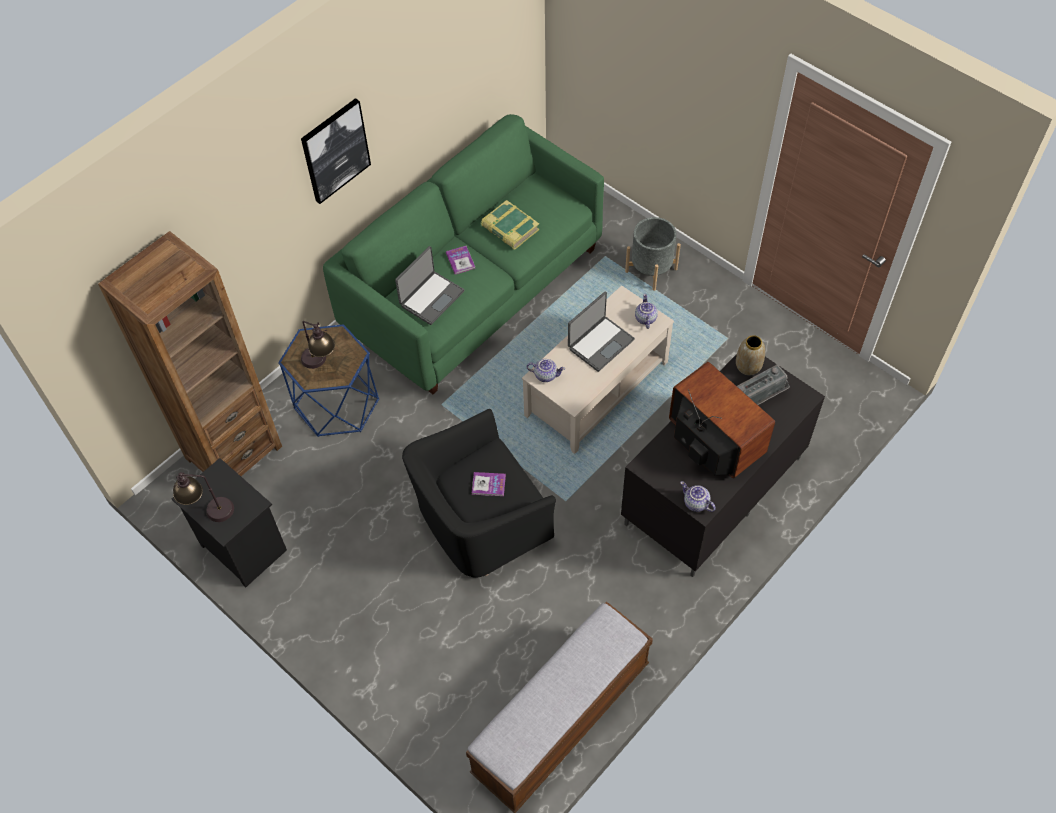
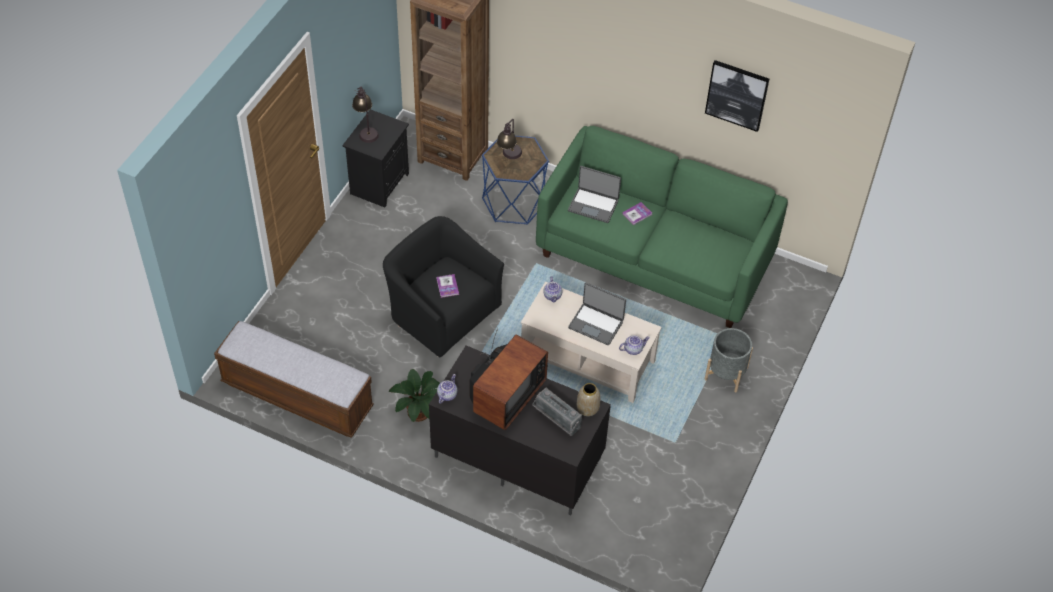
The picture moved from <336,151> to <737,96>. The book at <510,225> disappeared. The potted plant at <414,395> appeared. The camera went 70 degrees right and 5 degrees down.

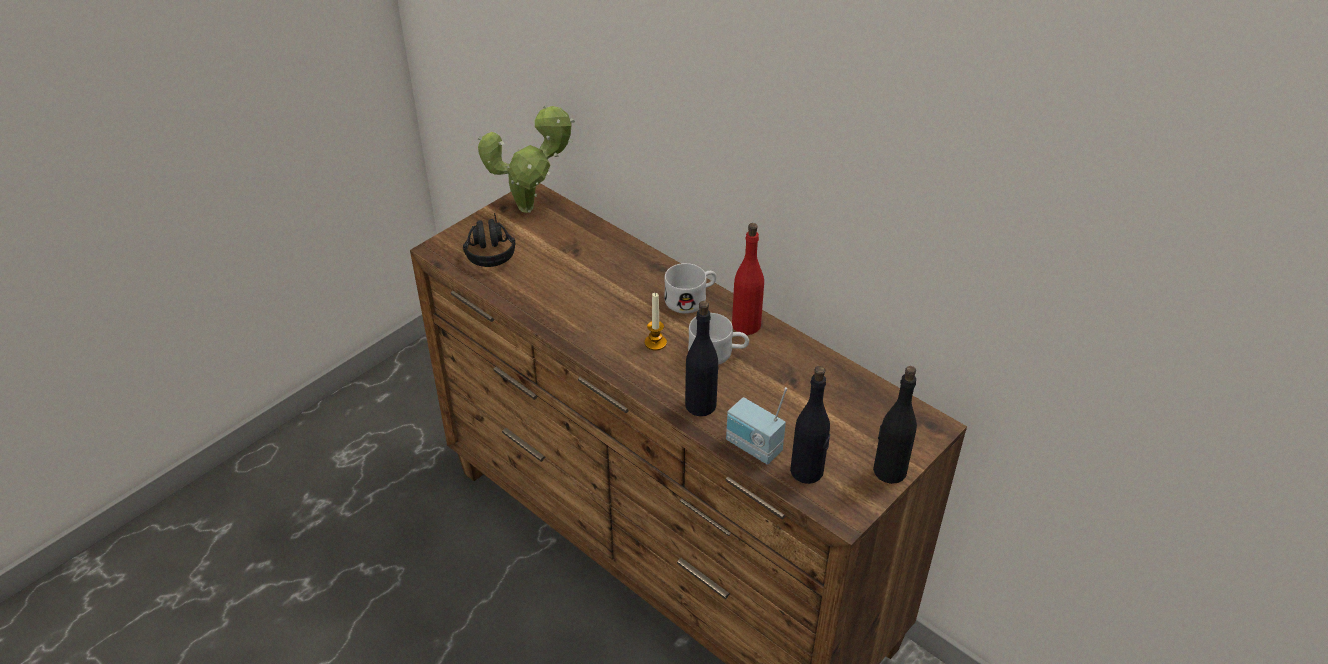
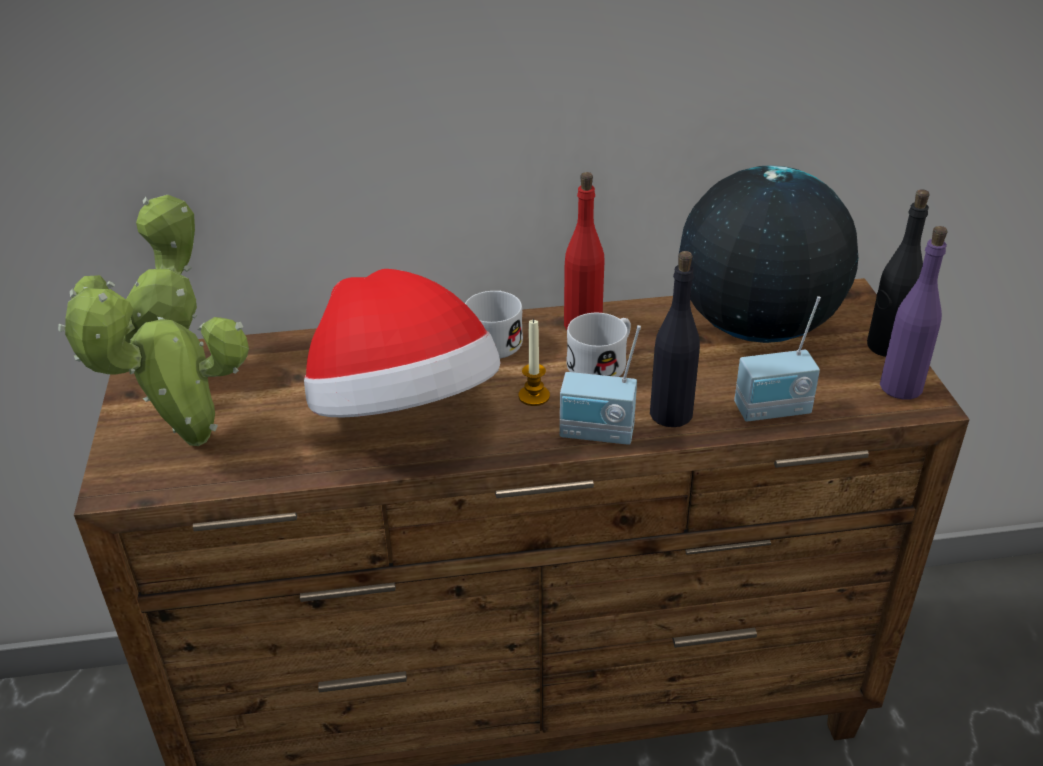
The black headphones at <489,240> was replaced by the potted plant at <153,366>. The black bottle at <810,425> disappeared. The globe at <768,254> appeared. The purple bottle at <914,313> appeared. The hat at <402,343> appeared. The radio at <600,385> appeared. The camera went 50 degrees left and 5 degrees down.

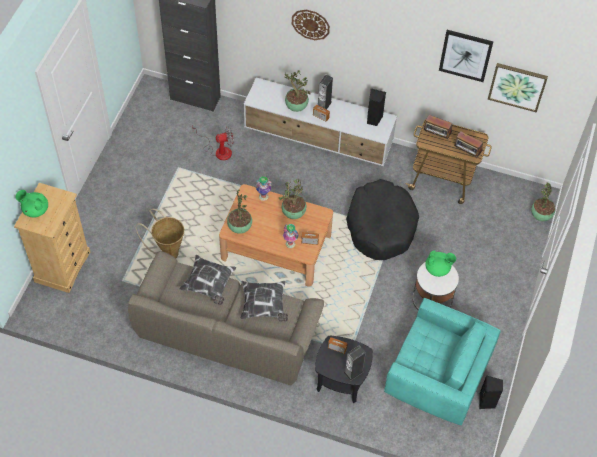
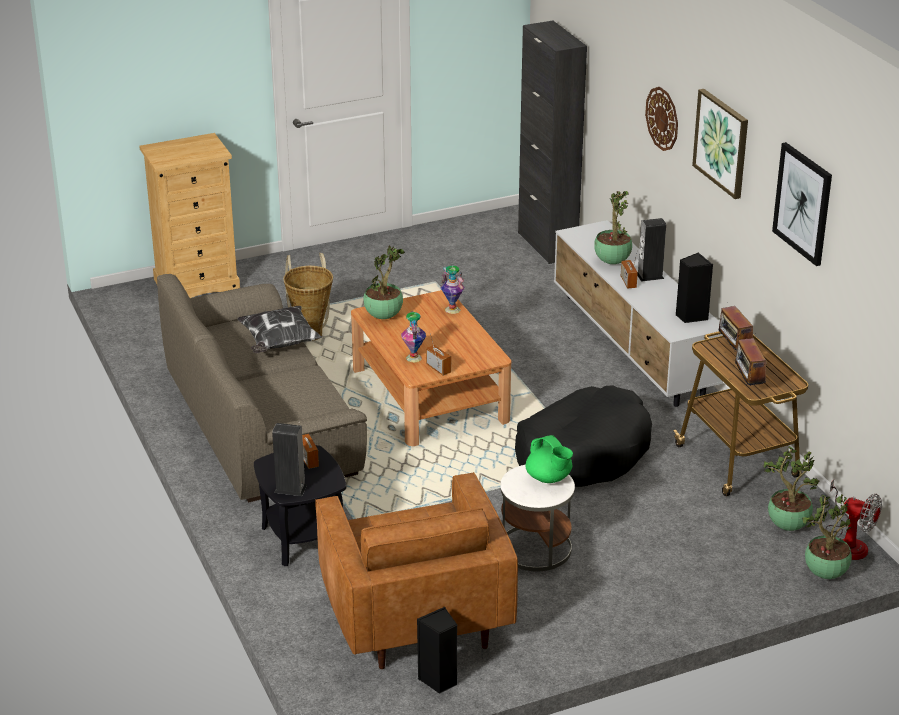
The picture moved from <518,87> to <720,144>. The fan moved from <213,142> to <854,519>. The potted plant moved from <292,199> to <792,488>. The green teapot at <32,204> disappeared. The pillow at <264,301> disappeared. The turquoise armchair at <442,361> became the brown armchair at <416,570>. The camera went 50 degrees right and 25 degrees down.

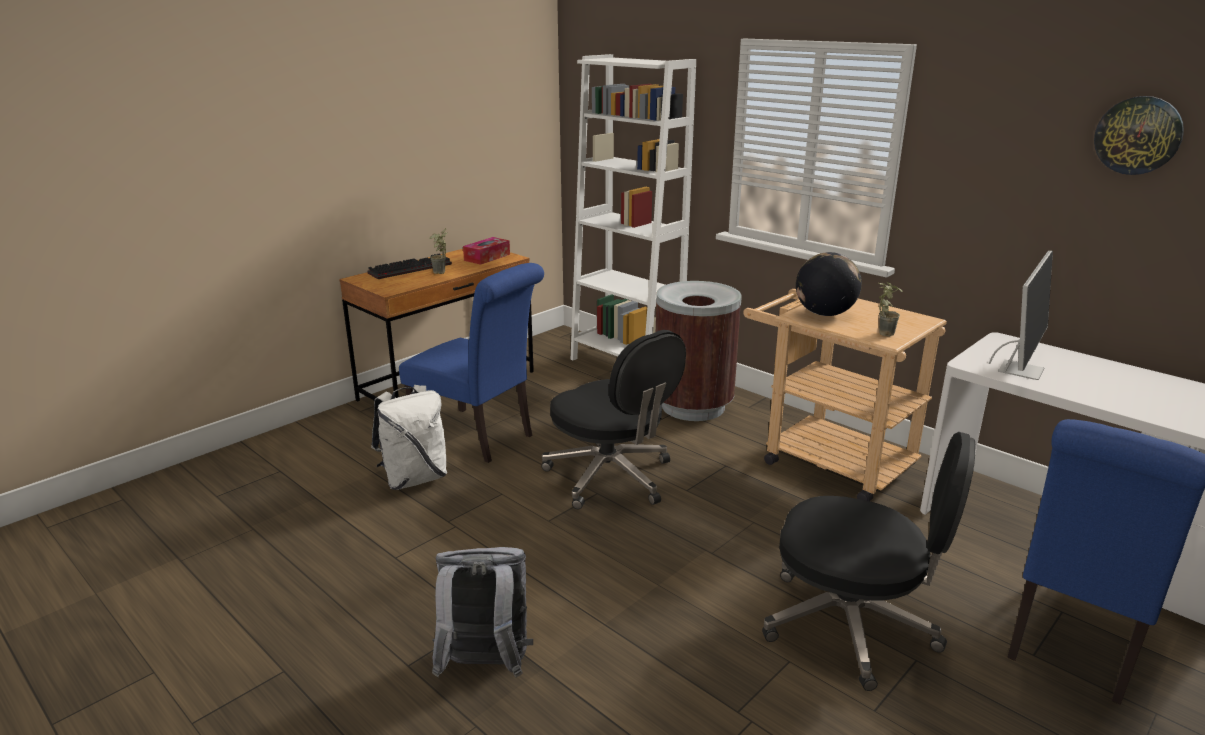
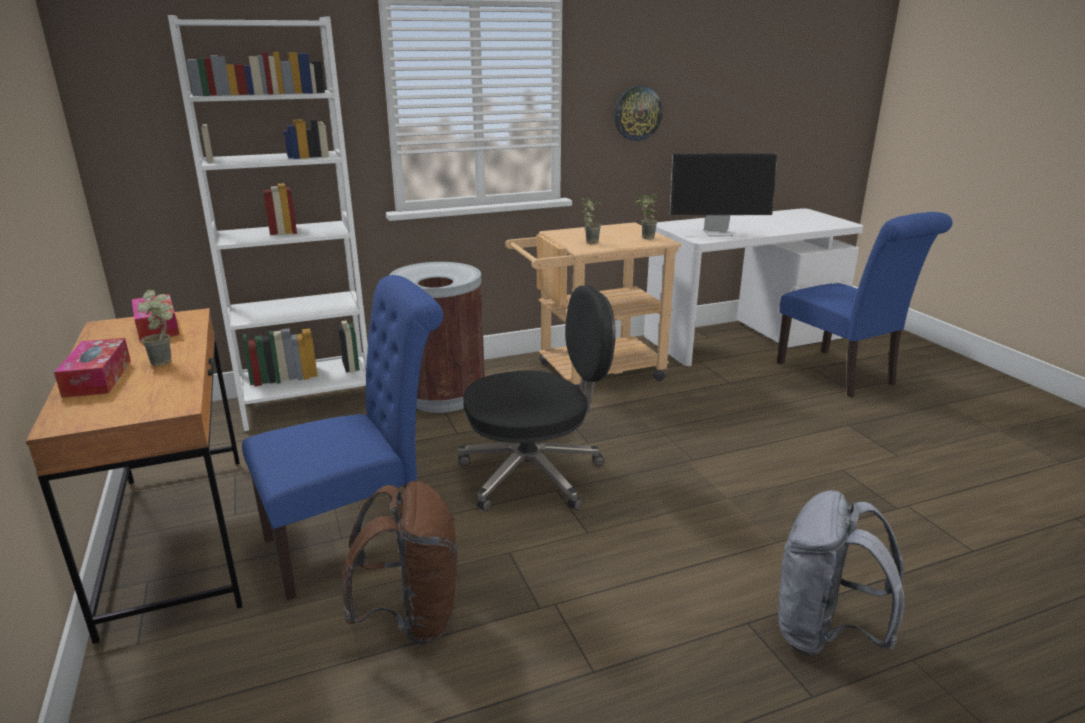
The wall clock moved from <1139,135> to <638,113>. The monitor at <1021,315> turned 120 degrees clockwise. The globe at <829,284> was replaced by the potted plant at <591,220>. The keyboard at <409,266> was replaced by the tissue box at <92,368>. The white backpack at <409,437> became the brown backpack at <399,563>. The black office chair at <868,561> disappeared. The camera went 65 degrees left and 0 degrees up.

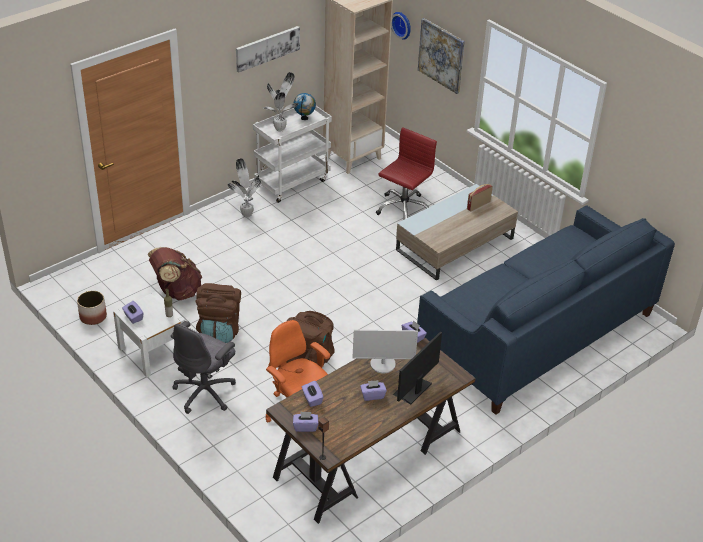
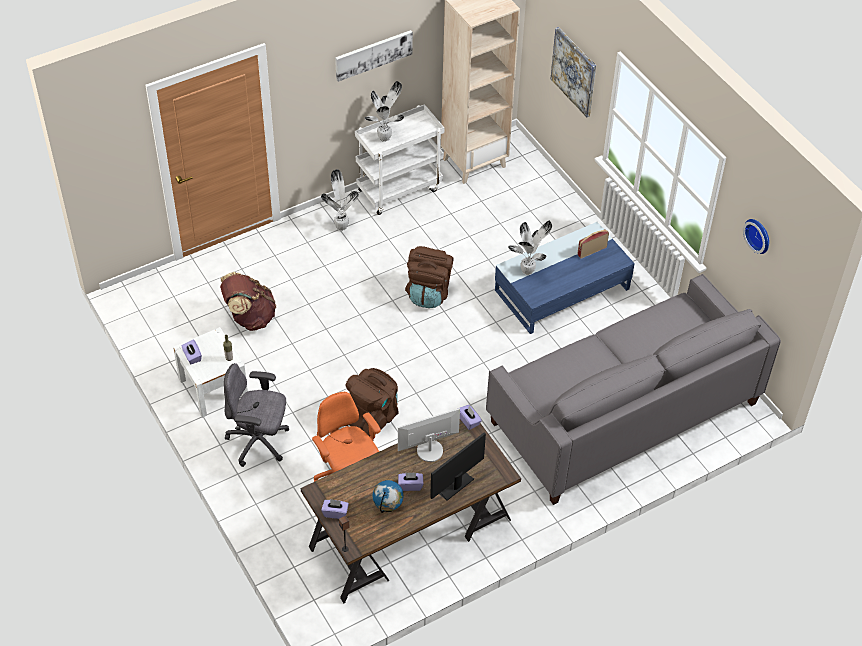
The wall clock moved from <401,26> to <756,236>. The globe moved from <305,106> to <388,496>. The red office chair at <406,173> disappeared. The beige coffee table at <457,232> became the blue coffee table at <565,278>. The blue sofa at <546,310> became the grey sofa at <633,389>. The brown backpack moved from <218,313> to <429,277>. The planter at <92,308> disappeared. The grey office chair at <203,367> turned 60 degrees clockwise. The monitor at <385,351> turned 150 degrees clockwise. The purple tissue box at <313,394> disappeared. The potted plant at <530,248> appeared. The camera went 10 degrees right and 10 degrees up.

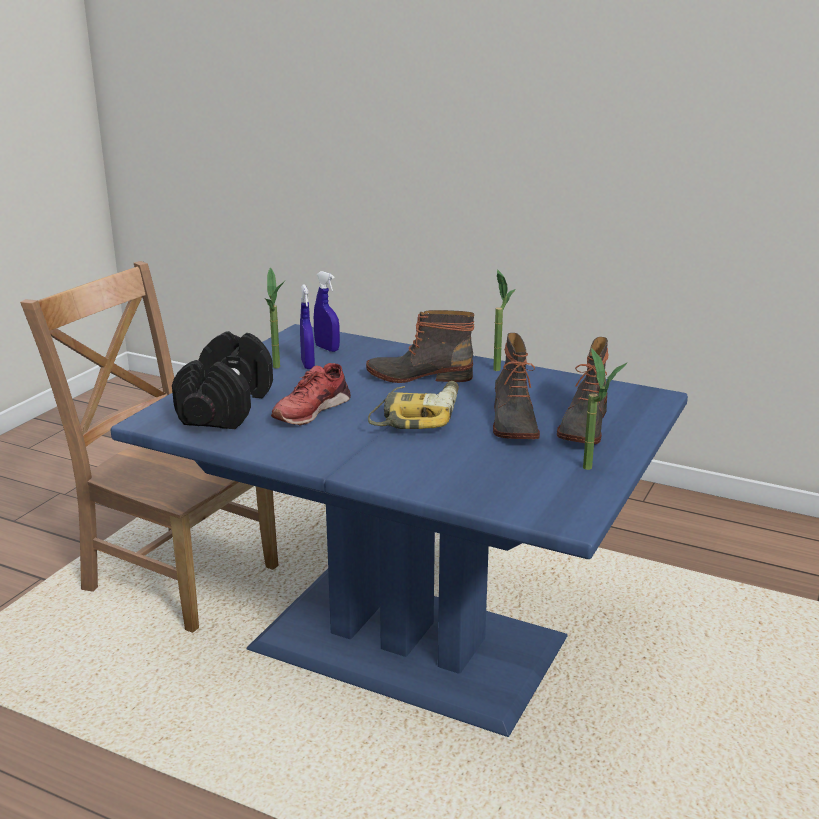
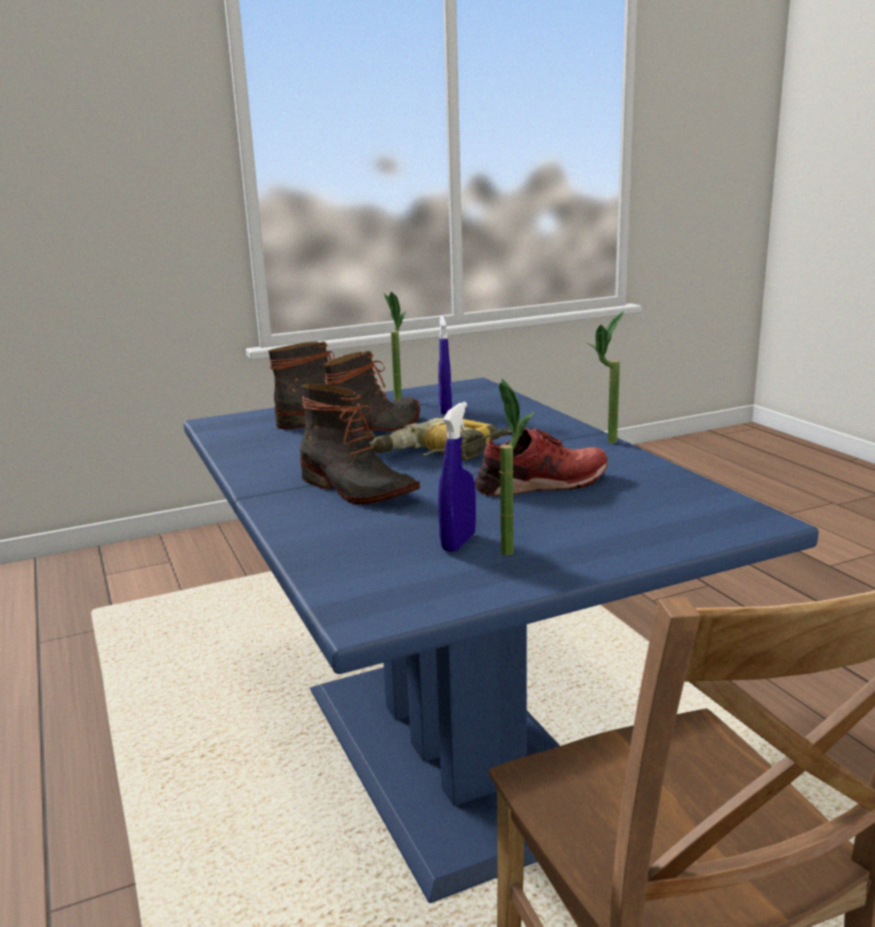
The potted plant moved from <504,320> to <605,377>. The blue spray bottle moved from <327,311> to <445,365>. The black dumbbell at <222,380> disappeared. The camera went 140 degrees left and 5 degrees down.

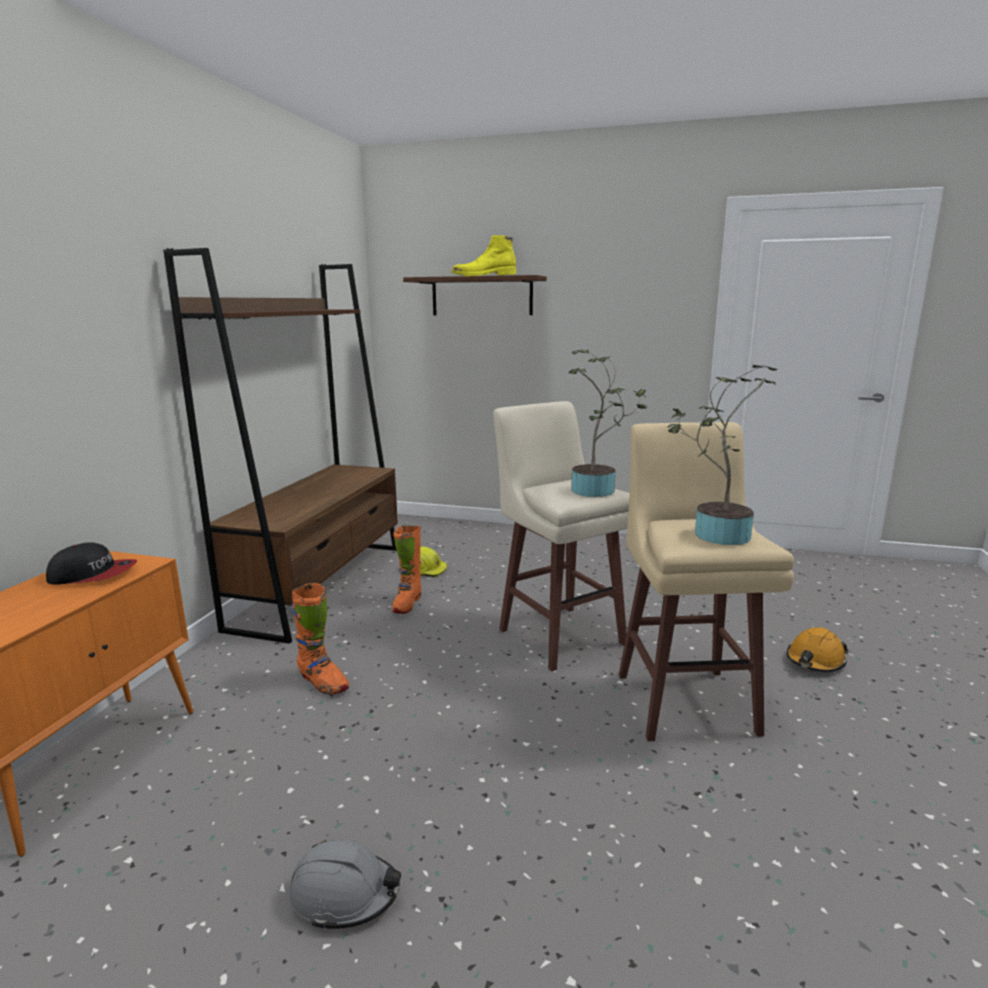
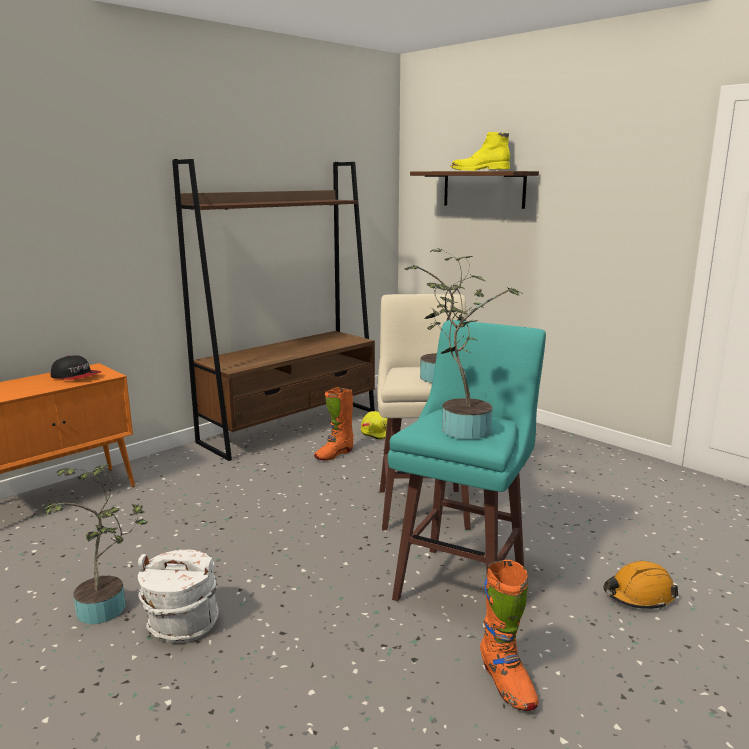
The beige stool at <706,581> became the turquoise stool at <467,460>. The orange boot moved from <320,638> to <509,635>. The grey hard hat at <345,885> was replaced by the potted plant at <95,544>. The white bucket at <178,596> appeared. The camera went 30 degrees right and 0 degrees up.

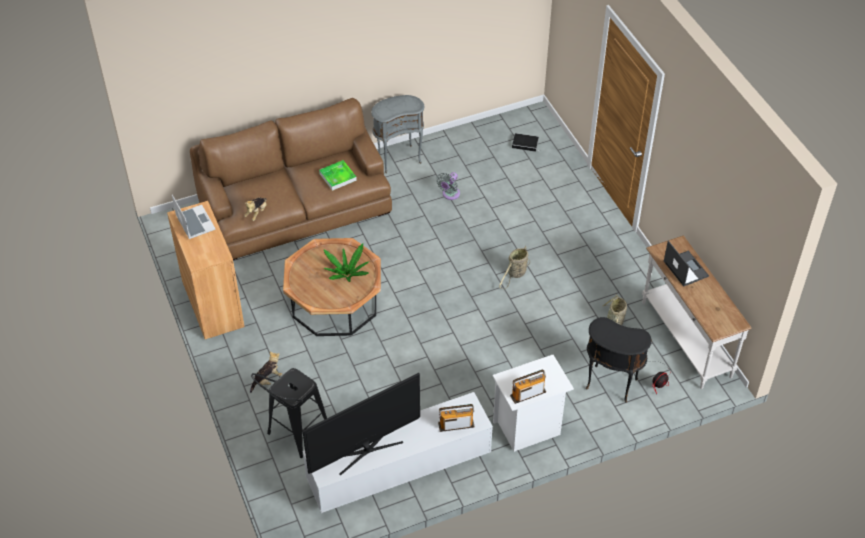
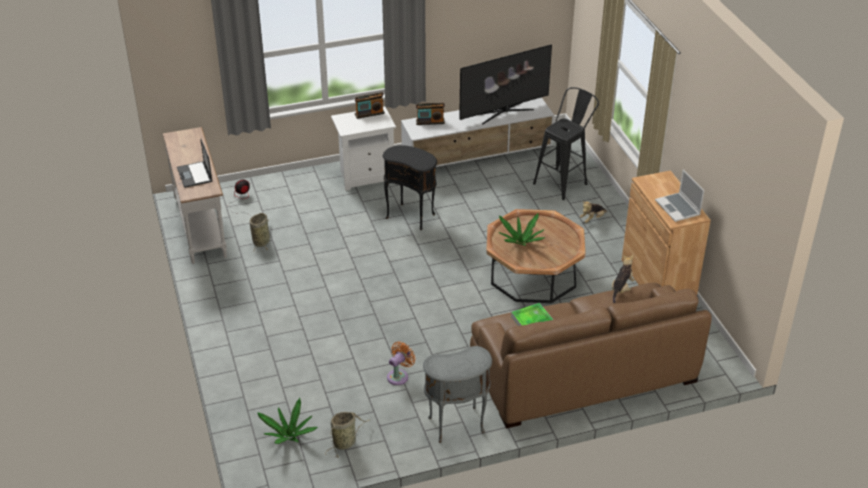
The book at <526,142> was replaced by the potted plant at <287,421>. The grey fan at <448,186> became the orange fan at <401,363>. The basket moved from <514,267> to <347,435>. The black side table moved from <618,360> to <410,187>. The camera went 175 degrees left and 10 degrees down.

